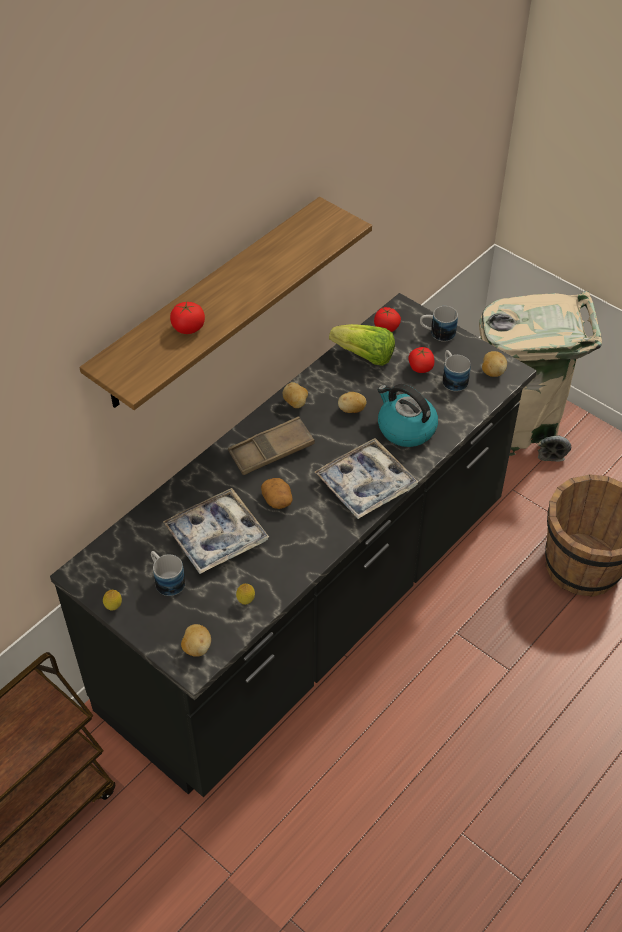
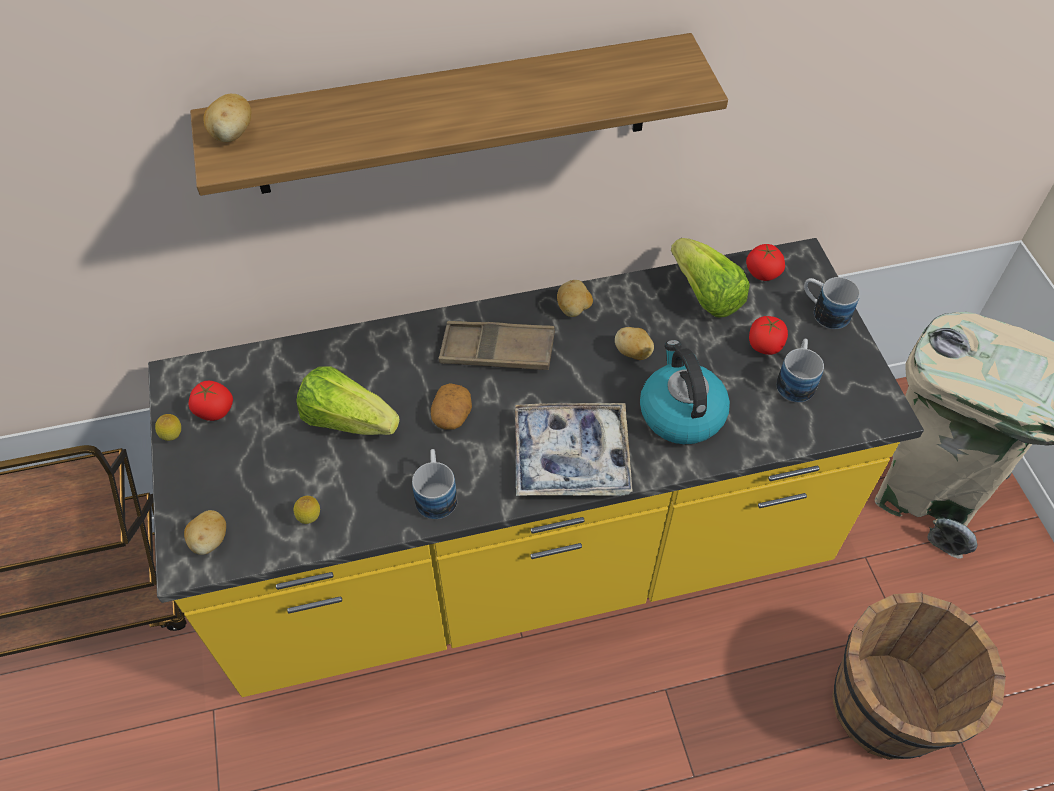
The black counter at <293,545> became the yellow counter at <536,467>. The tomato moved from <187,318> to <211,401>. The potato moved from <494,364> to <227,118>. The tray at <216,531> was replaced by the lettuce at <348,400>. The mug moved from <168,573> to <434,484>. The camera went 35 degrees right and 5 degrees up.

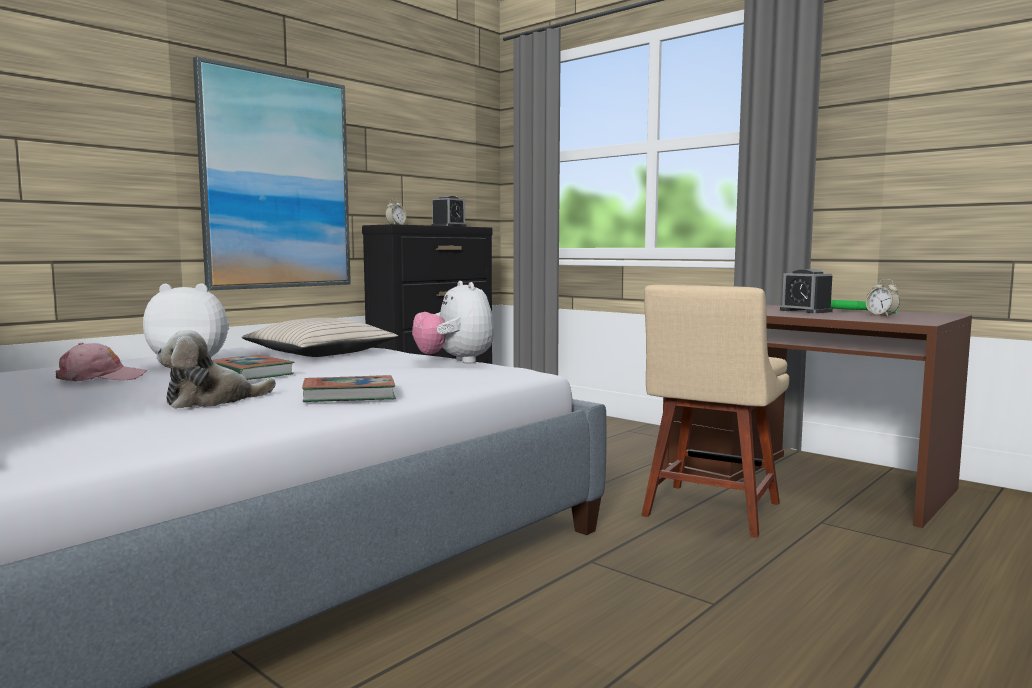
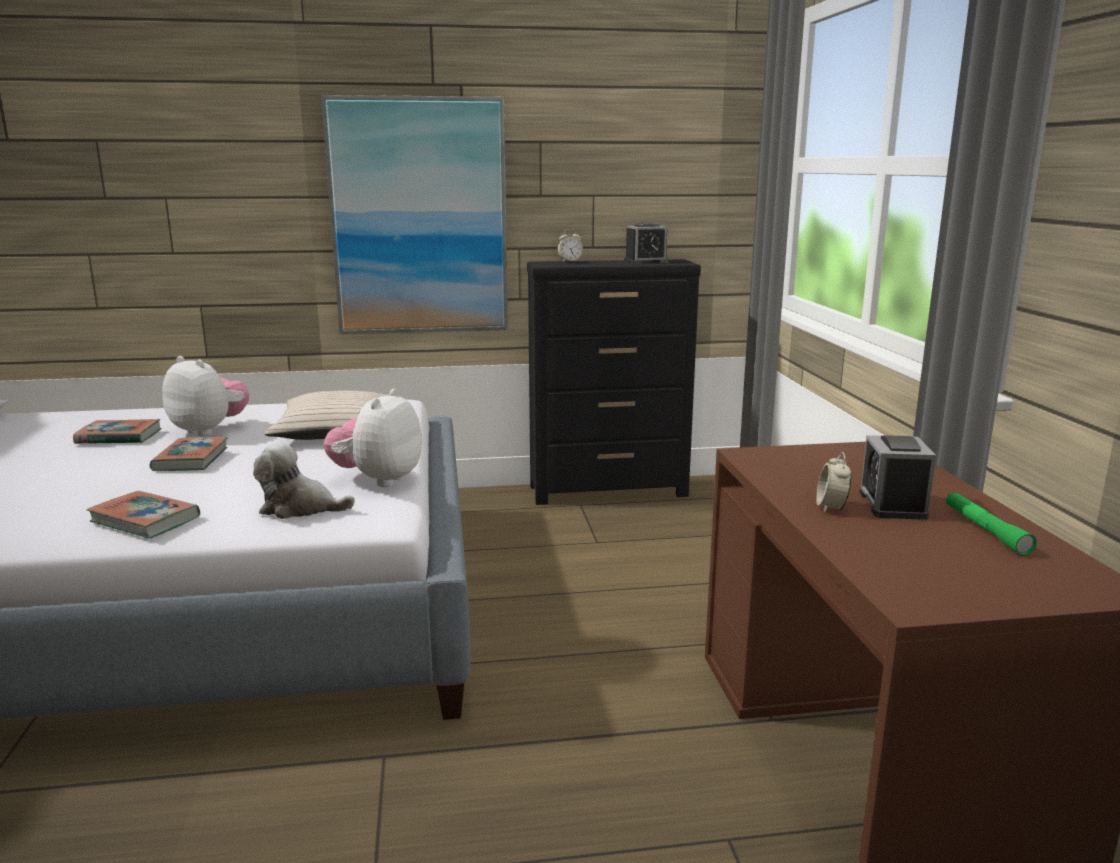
The alarm clock moved from <883,297> to <834,482>. The beige chair at <715,411> disappeared. The plush toy moved from <216,369> to <304,481>. The pink cap at <101,362> was replaced by the book at <117,431>. The camera went 40 degrees right and 10 degrees up.

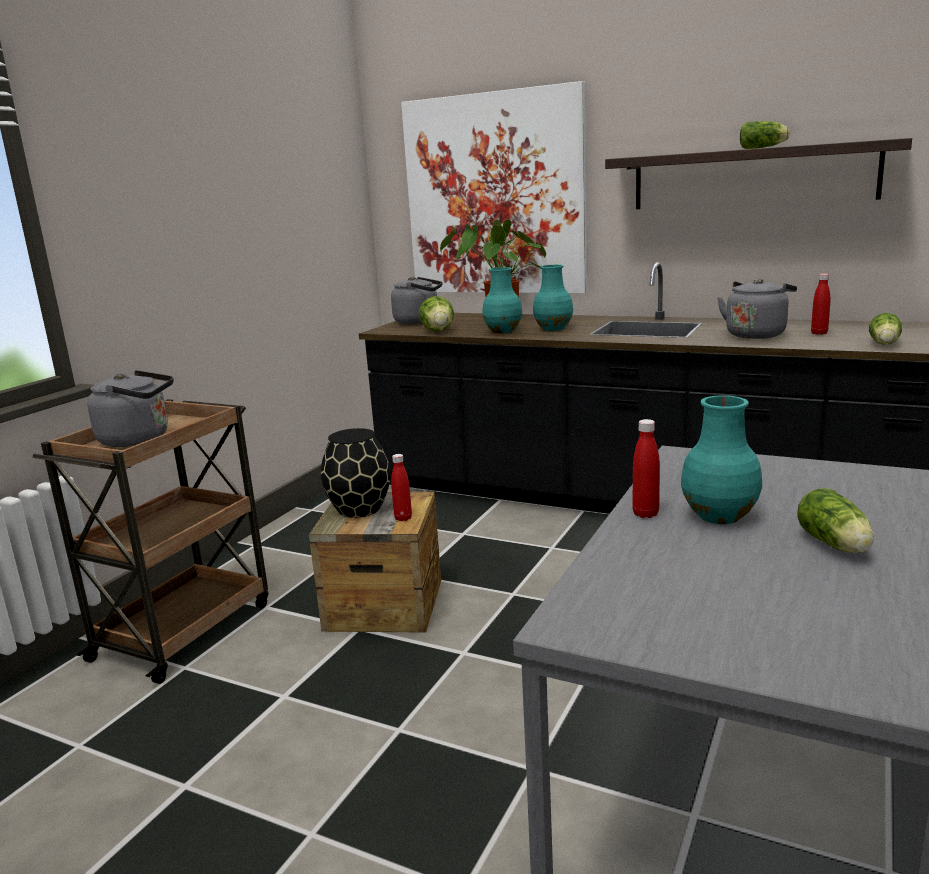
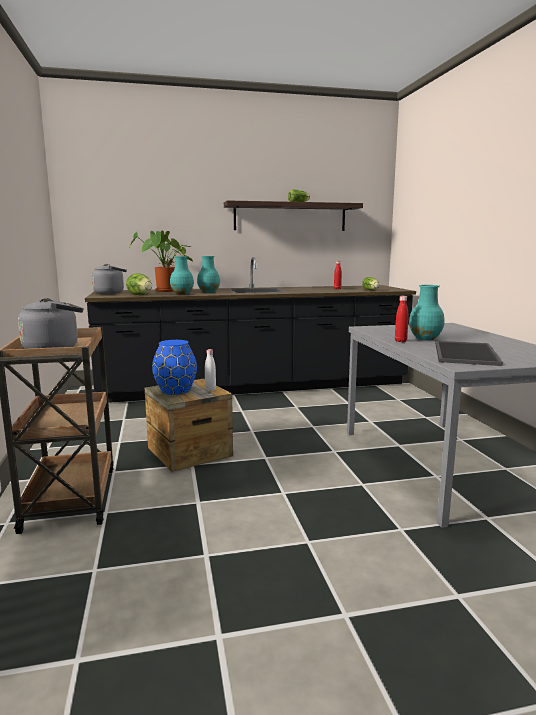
The picture at <494,187> disappeared. The grey kettle at <757,309> disappeared. The black vase at <356,473> became the blue vase at <174,367>. The red bottle at <401,487> became the white bottle at <210,370>. The lettuce at <835,520> disappeared. The tray at <469,353> appeared. The camera went 40 degrees left and 5 degrees down.

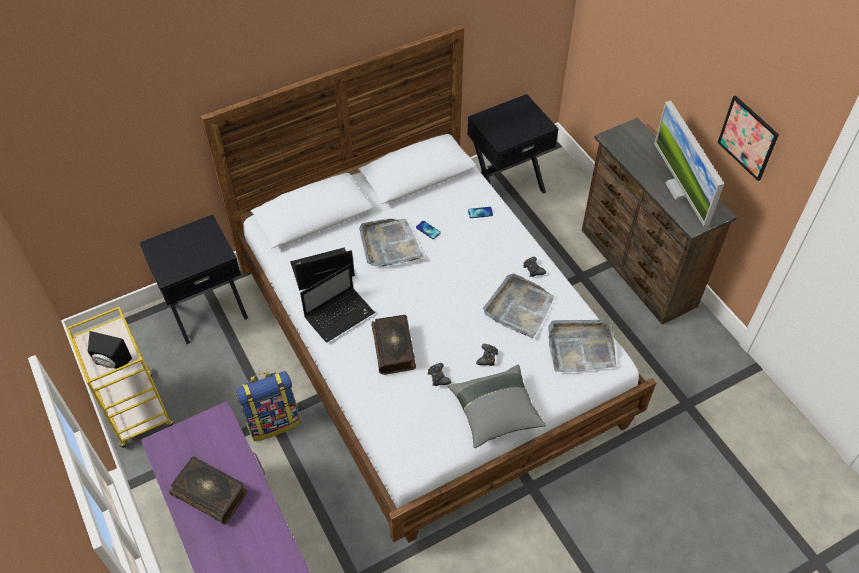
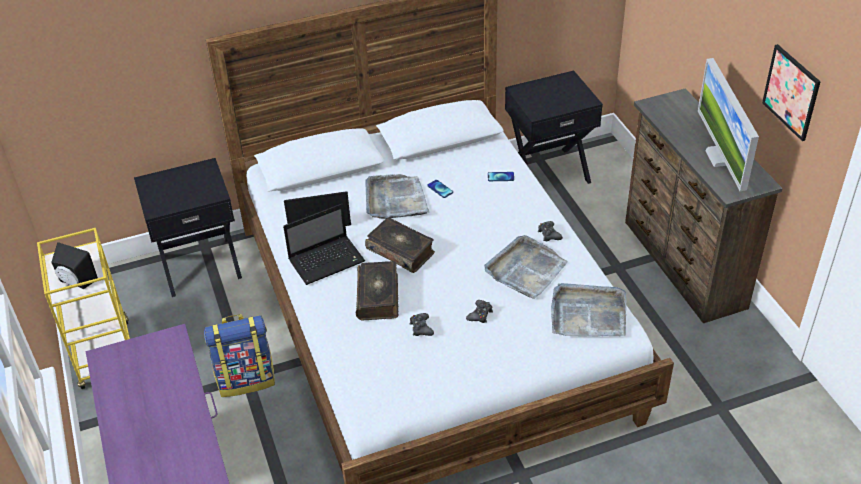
The grey pillow at <497,406> disappeared. The book moved from <208,490> to <400,245>. The camera went 10 degrees right and 10 degrees down.

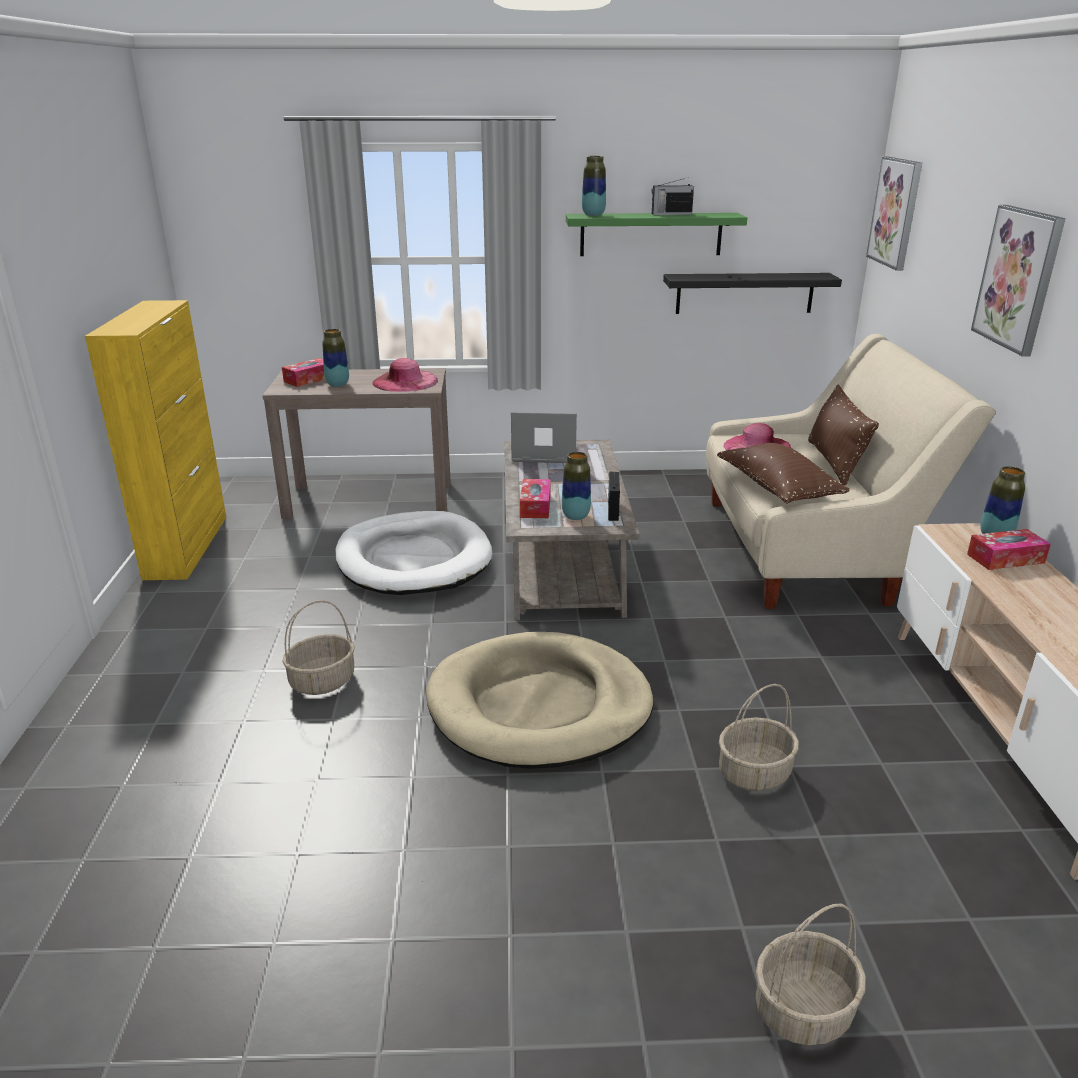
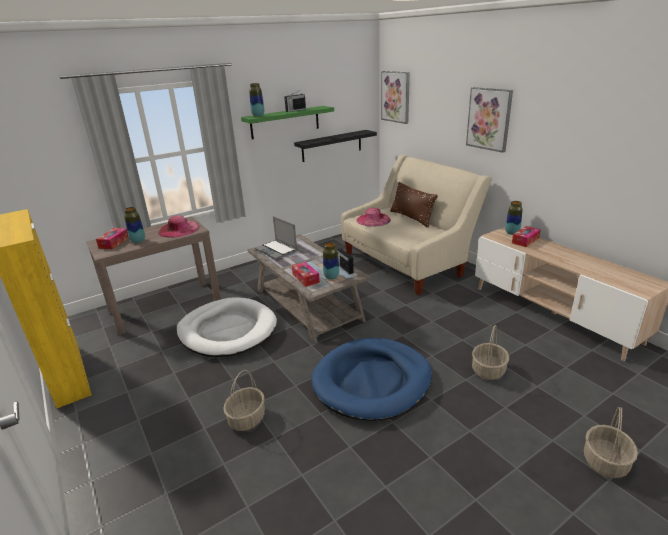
The laptop at <544,437> turned 105 degrees counterclockwise. The brown pillow at <783,473> disappeared. The beige dog bed at <540,700> became the blue dog bed at <371,379>. The camera went 30 degrees left and 0 degrees up.

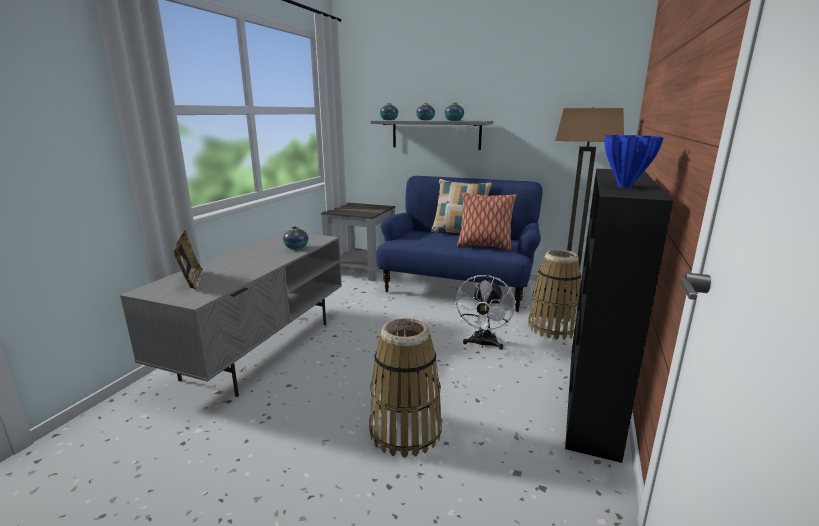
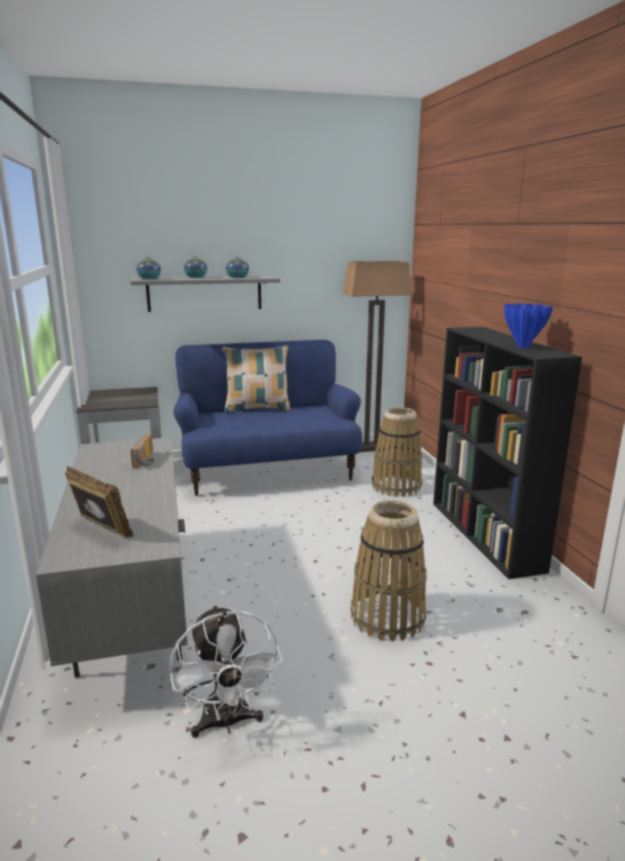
The pillow at <487,221> disappeared. The vase at <295,237> was replaced by the radio at <142,451>. The white fan moved from <484,312> to <226,671>. The camera went 35 degrees left and 0 degrees up.

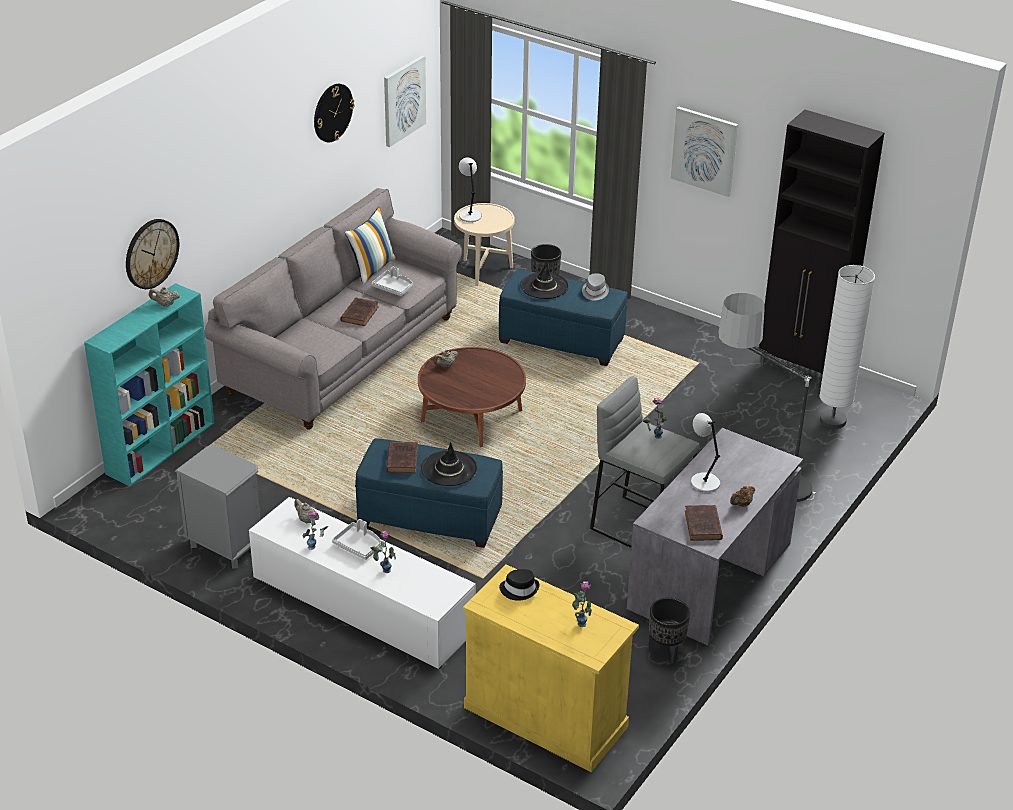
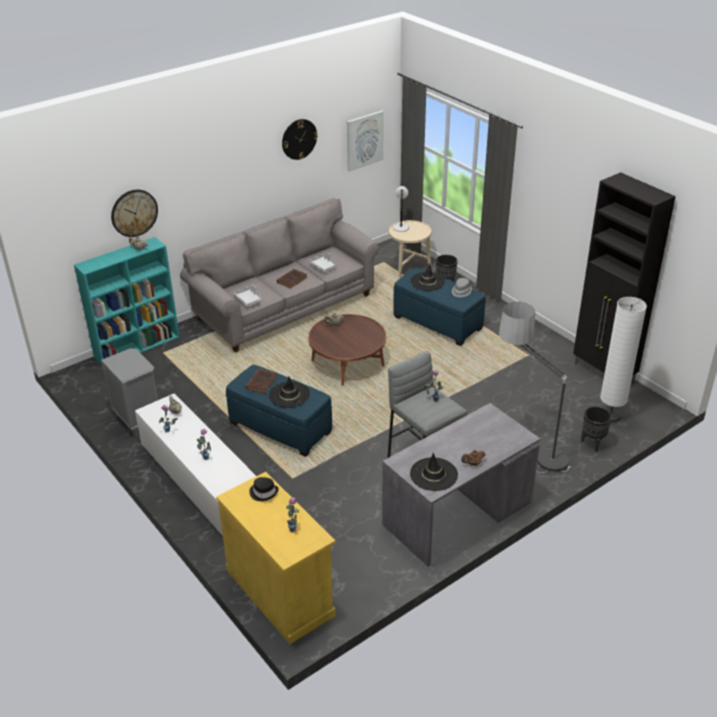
The picture at <704,151> disappeared. The pillow at <371,245> disappeared. The grey table lamp at <705,452> disappeared. The brown book at <704,523> was replaced by the black hat at <434,472>. The grey tray moved from <356,539> to <247,296>. The black planter moved from <669,631> to <596,429>. The camera went 20 degrees right and 0 degrees up.

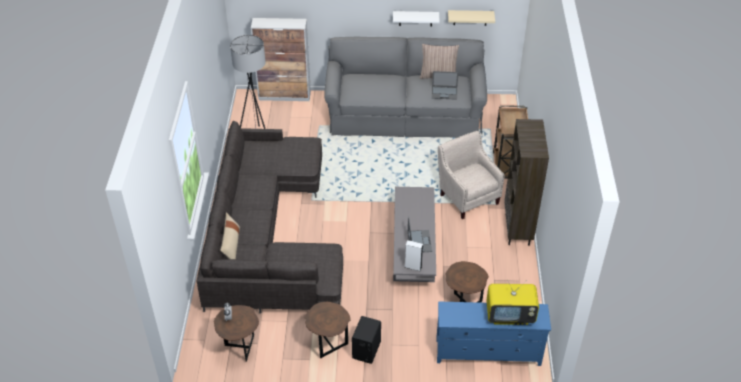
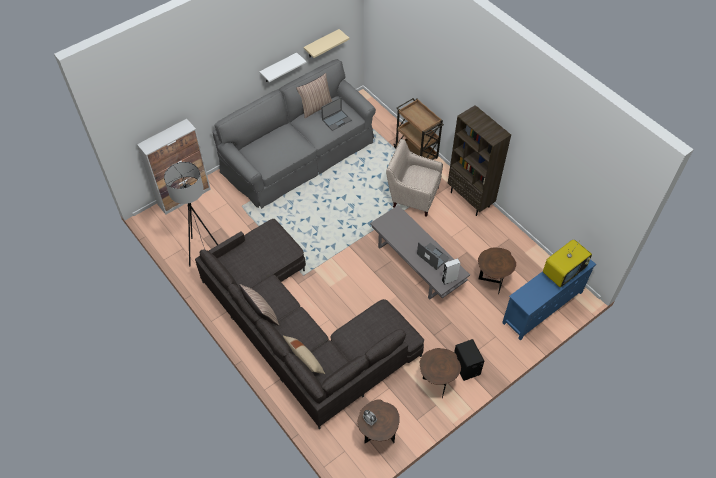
The pillow at <259,305> appeared. The camera went 40 degrees left and 10 degrees up.

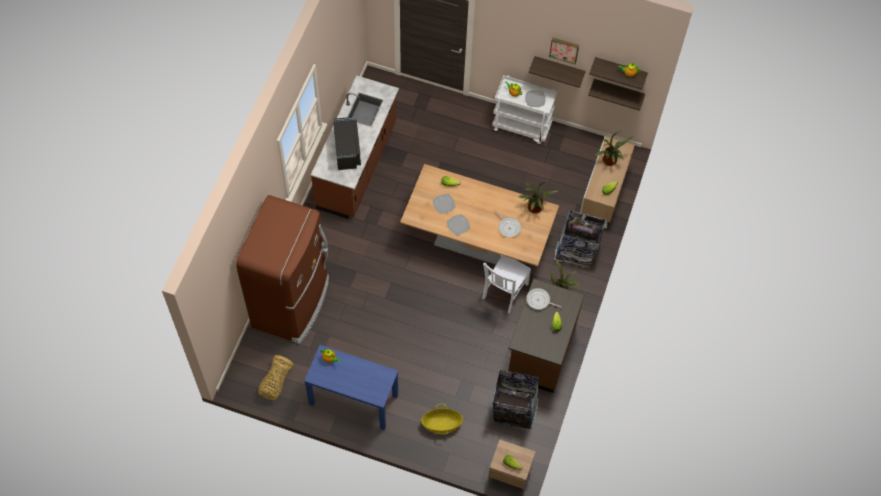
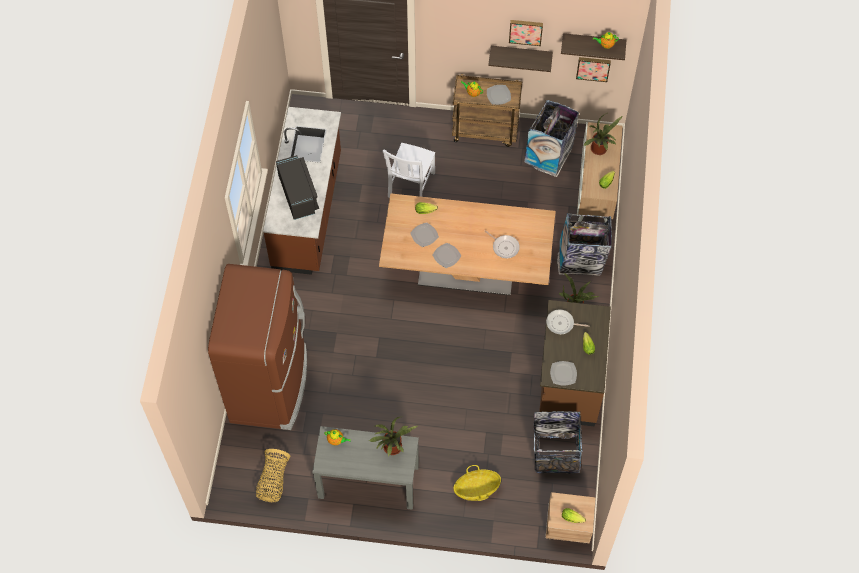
The white cart at <525,109> became the brown cart at <487,110>. The shelf at <616,95> was replaced by the picture at <593,69>. The potted plant moved from <538,198> to <393,436>. The white chair moved from <506,284> to <409,170>. The blue console table at <351,387> became the grey console table at <365,468>. The trash can at <551,138> appeared. The plate at <563,373> appeared. The camera went 10 degrees left and 0 degrees up.

